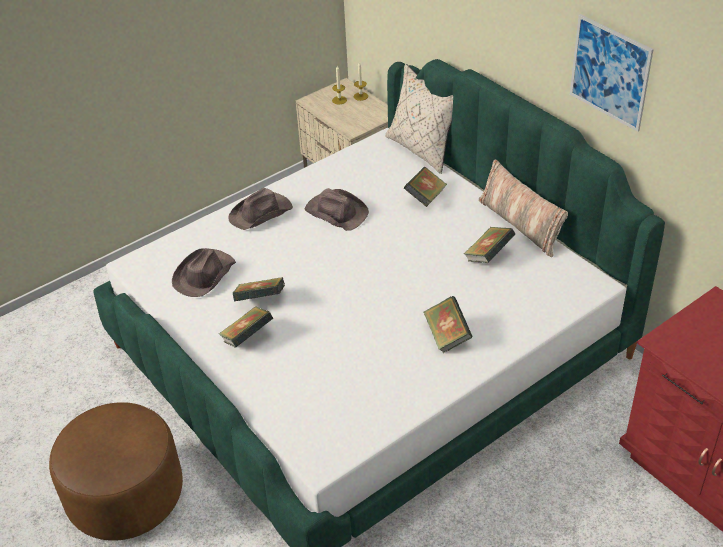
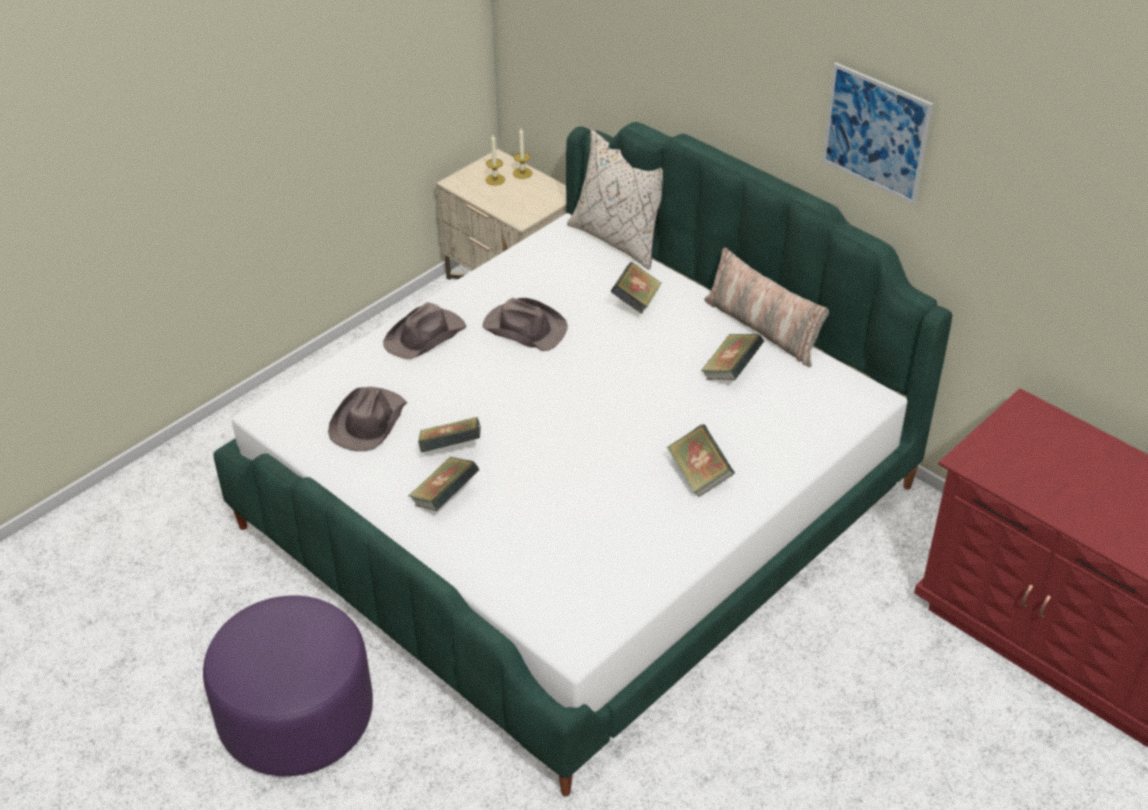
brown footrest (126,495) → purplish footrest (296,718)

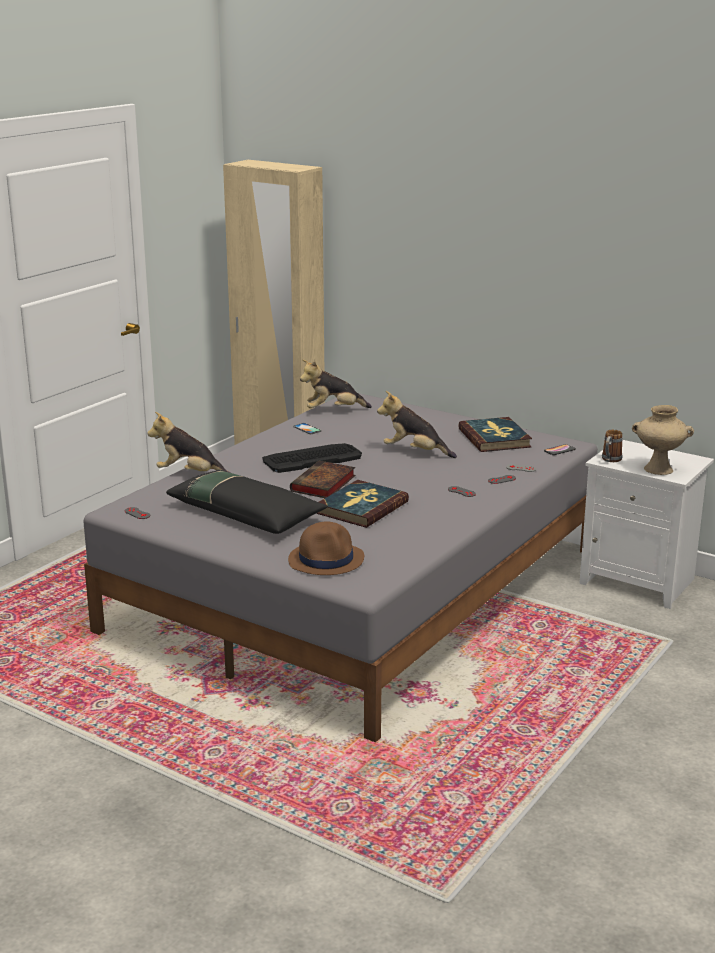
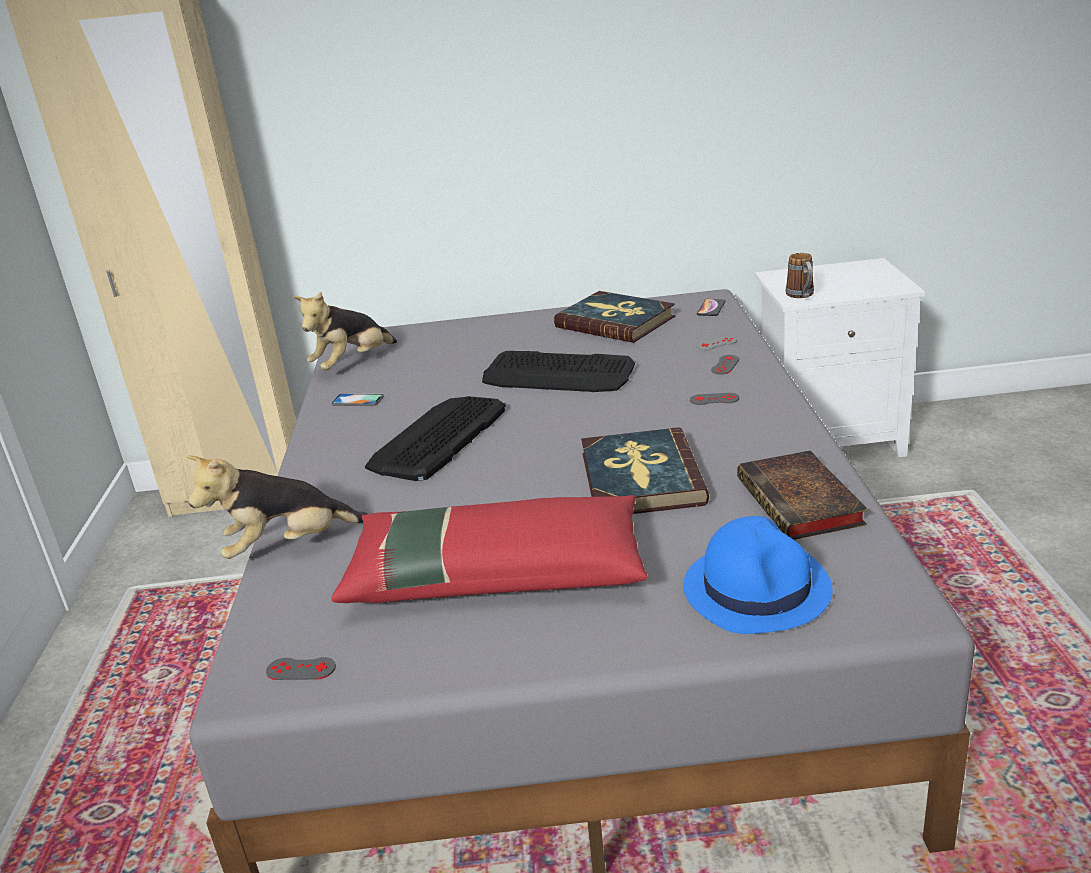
blackish pillow (246,514) → red-coloured pillow (496,571)
plush toy (415,452) → keyboard (558,374)
brown wearable hat (326,559) → blue-coloured wearable hat (757,588)
bound book (323,485) → bound book (802,503), move
sand-coloured decorative vase (657,470) → -

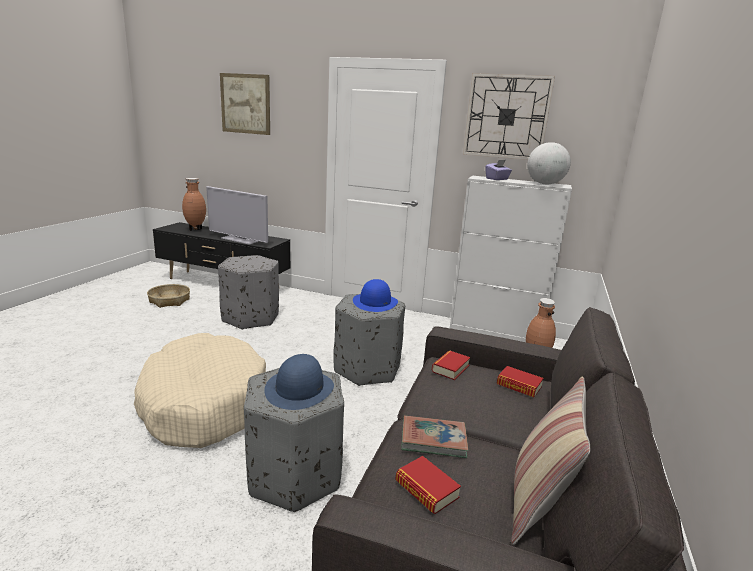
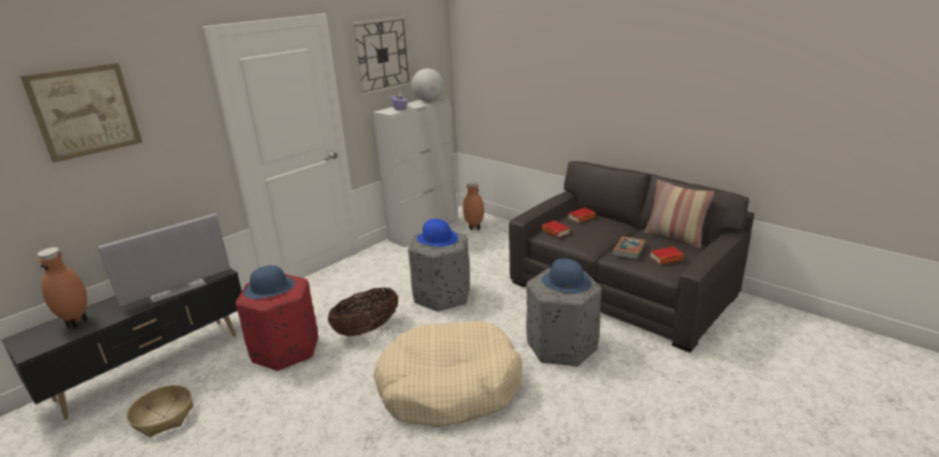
grey footrest (251,318) → red-coloured footrest (286,349)
- → blue-coloured wearable hat (269,288)
- → household basket (367,329)

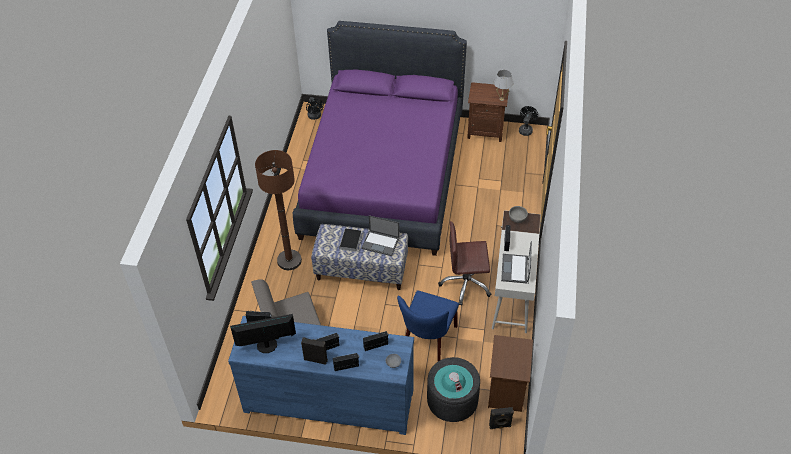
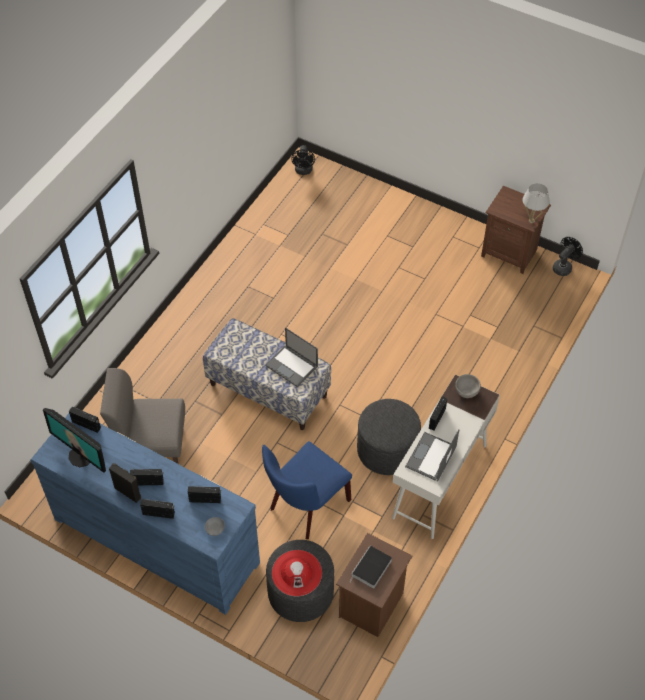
monitor (267,345) → monitor (81,456), 150 degrees counterclockwise
turquoise wearable hat (453,382) → red-coloured wearable hat (297,573)
bound book (350,242) → bound book (371,569), move
brown computer chair (466,284) → grey footrest (387,450)
brown standard lamp (289,260) → -
purplish bed (383,176) → -
blackish audio speaker (500,426) → -

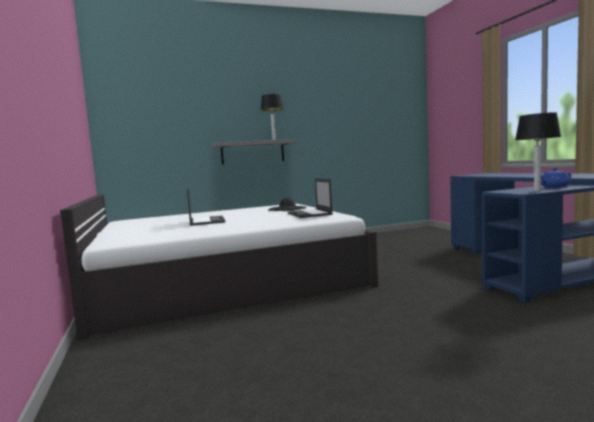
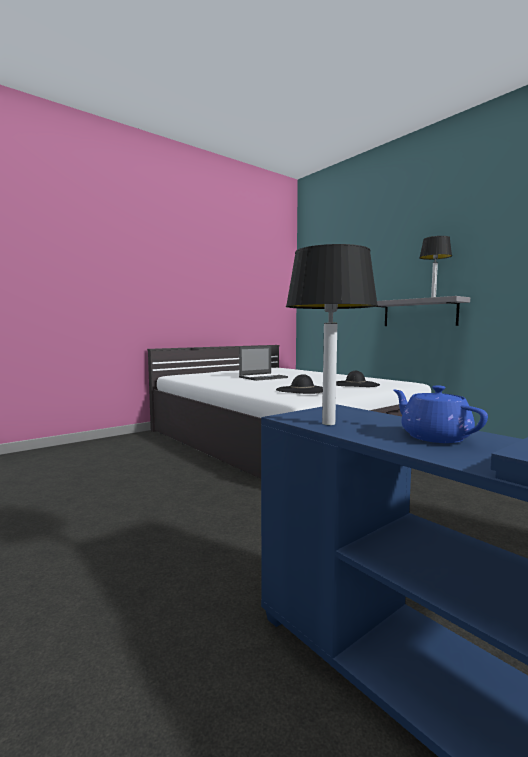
notebook computer (309,214) → blackish wearable hat (302,390)

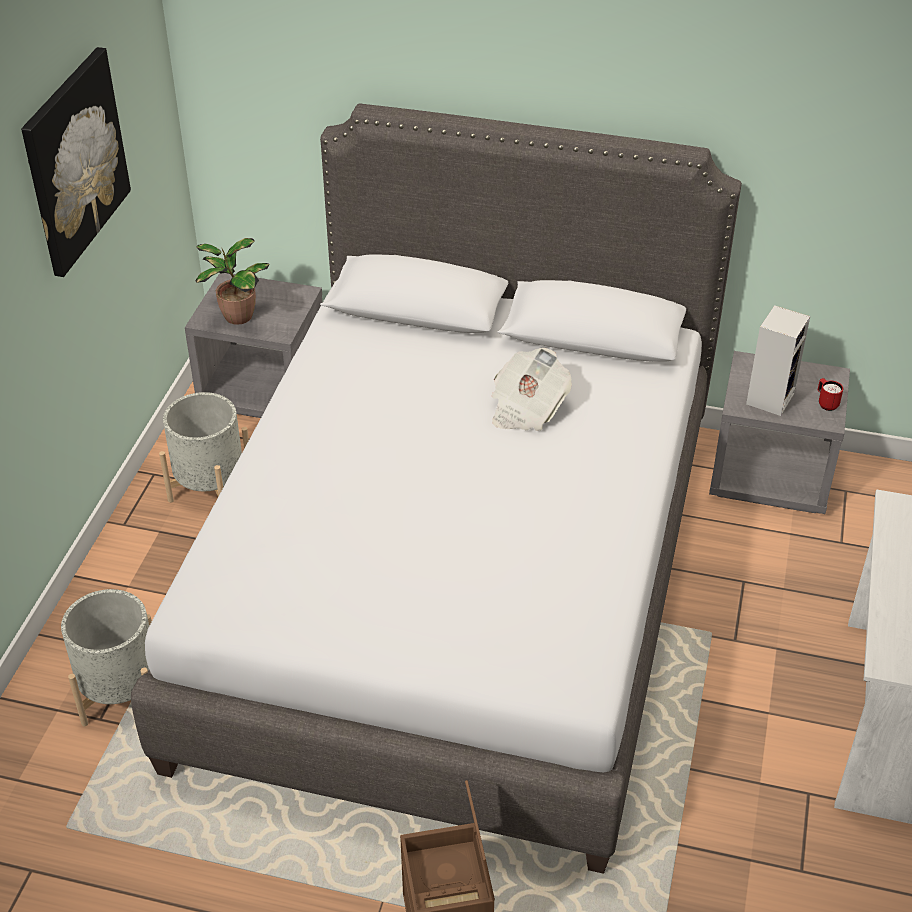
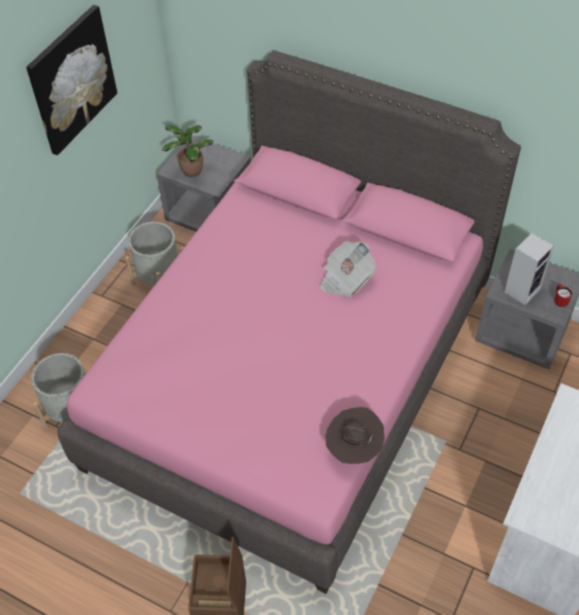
grey bed (455,584) → pink-coloured bed (291,375)
- → brown wearable hat (353,448)

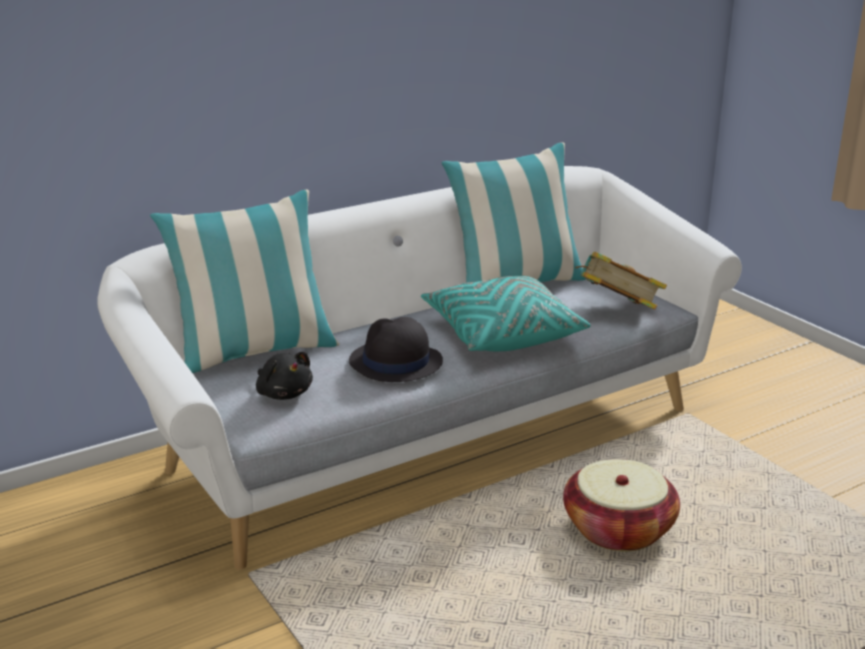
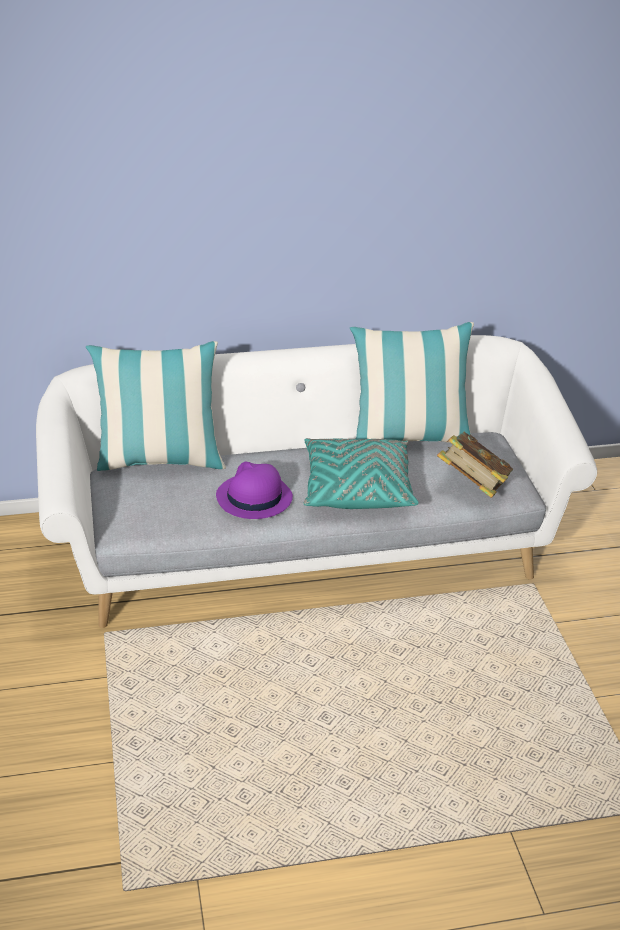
blackish wearable hat (395,363) → purplish wearable hat (253,497)
blackish plush toy (284,393) → -
household basket (618,529) → -

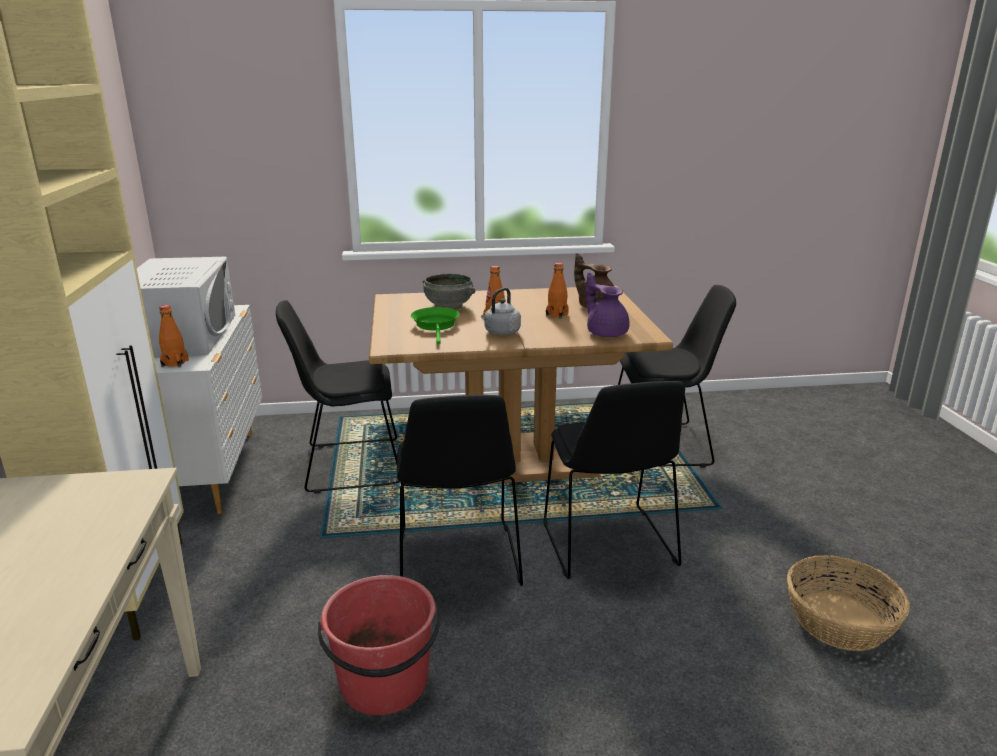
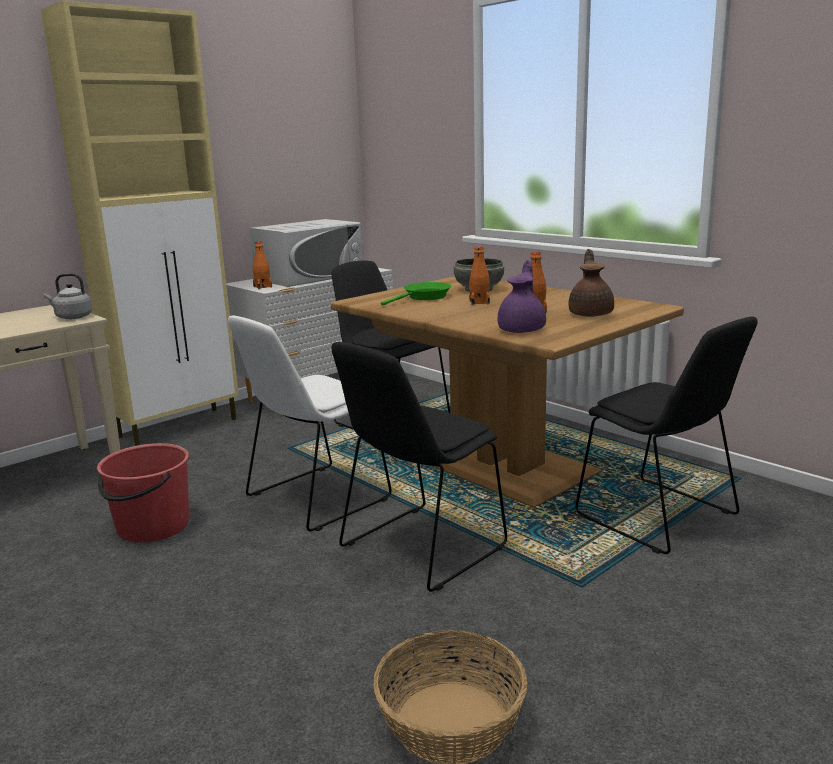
grey kettle (501,333) → grey kettle (72,317), move
blackish upright chair (458,562) → whitish upright chair (314,499)

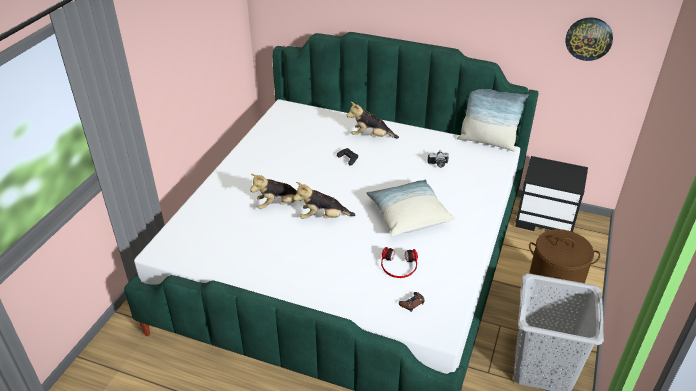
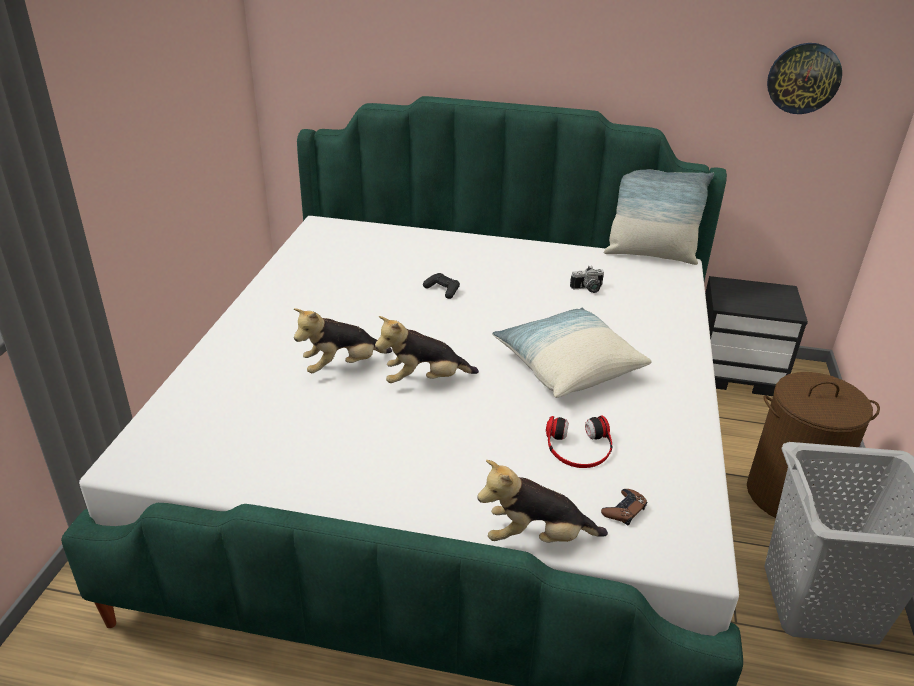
plush toy (371,137) → plush toy (537,537), move

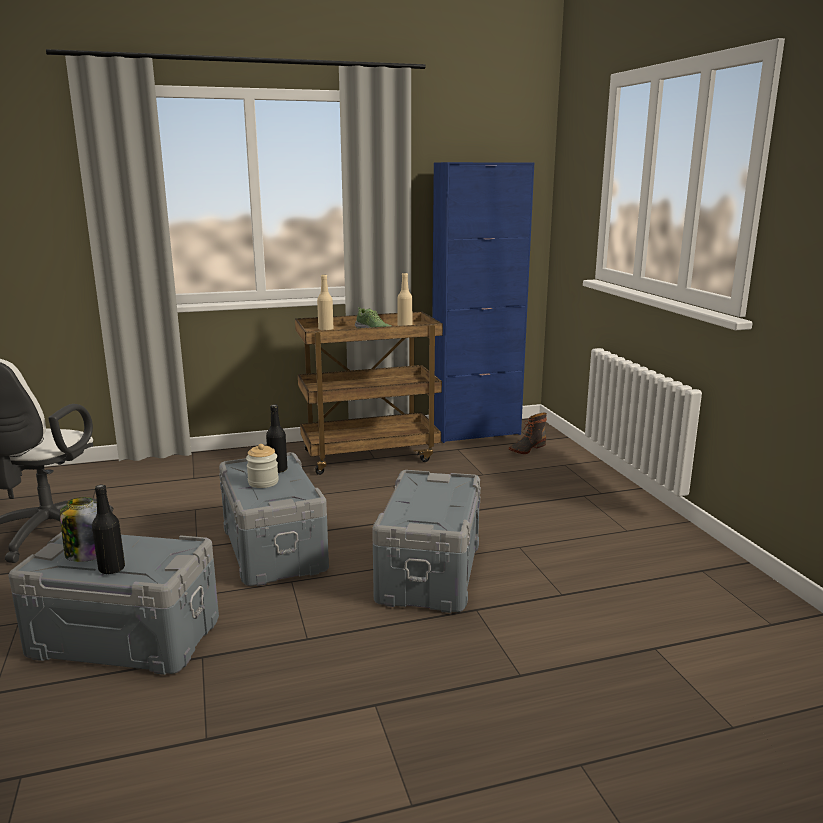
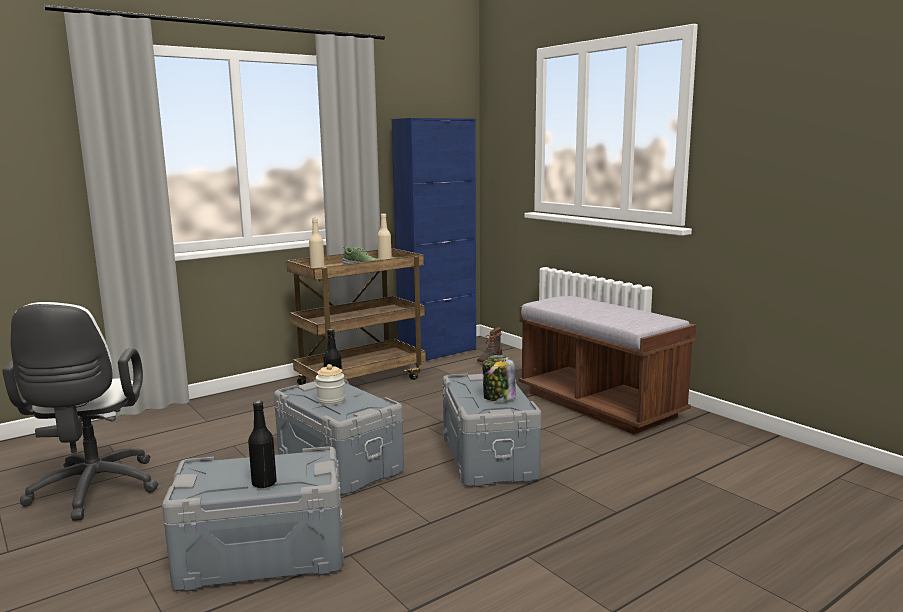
storage jar (86,554) → storage jar (498,398), move
- → brown long seat (599,404)

